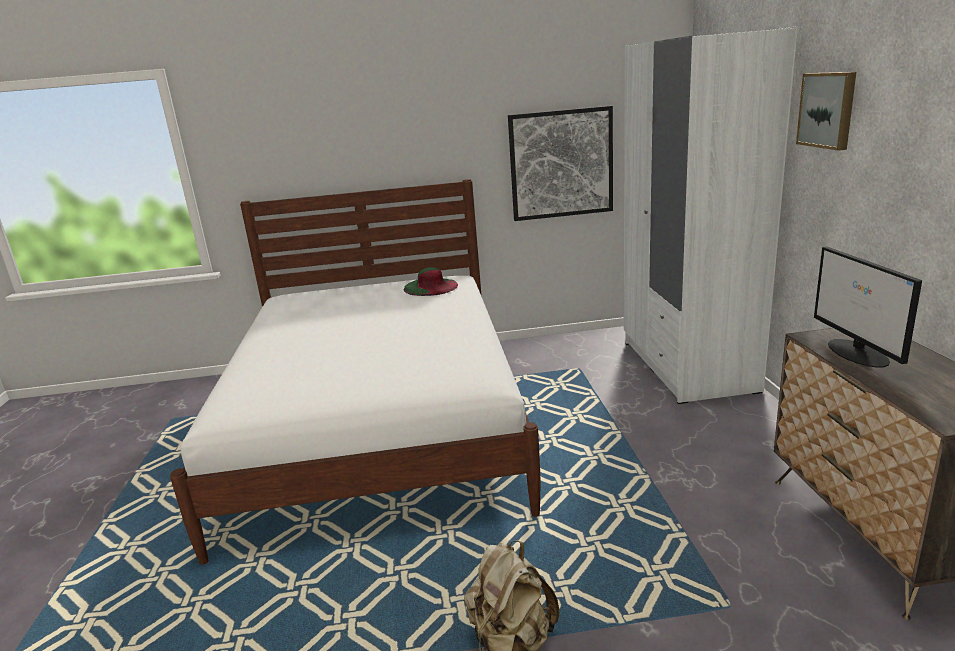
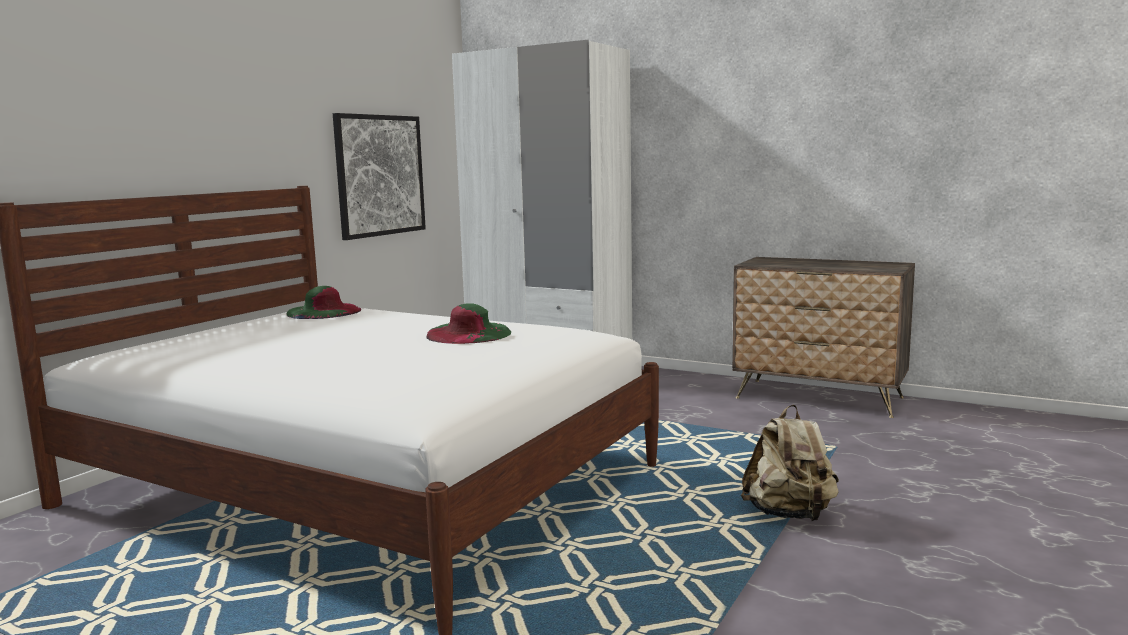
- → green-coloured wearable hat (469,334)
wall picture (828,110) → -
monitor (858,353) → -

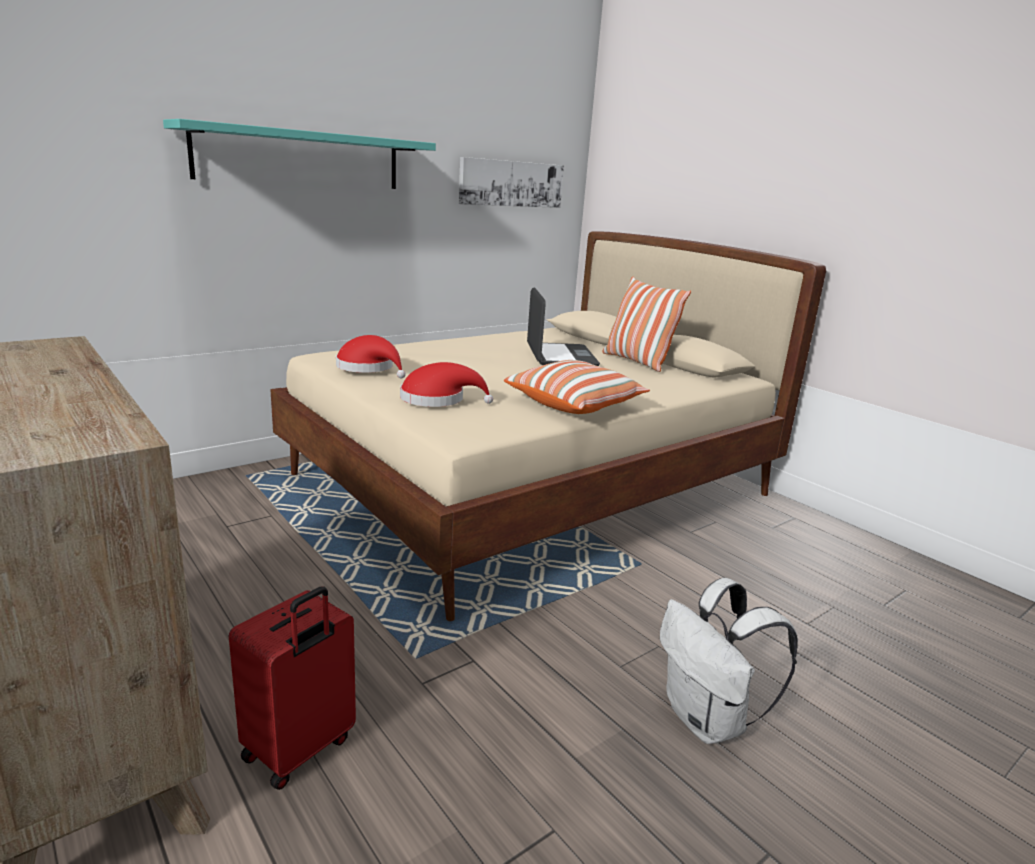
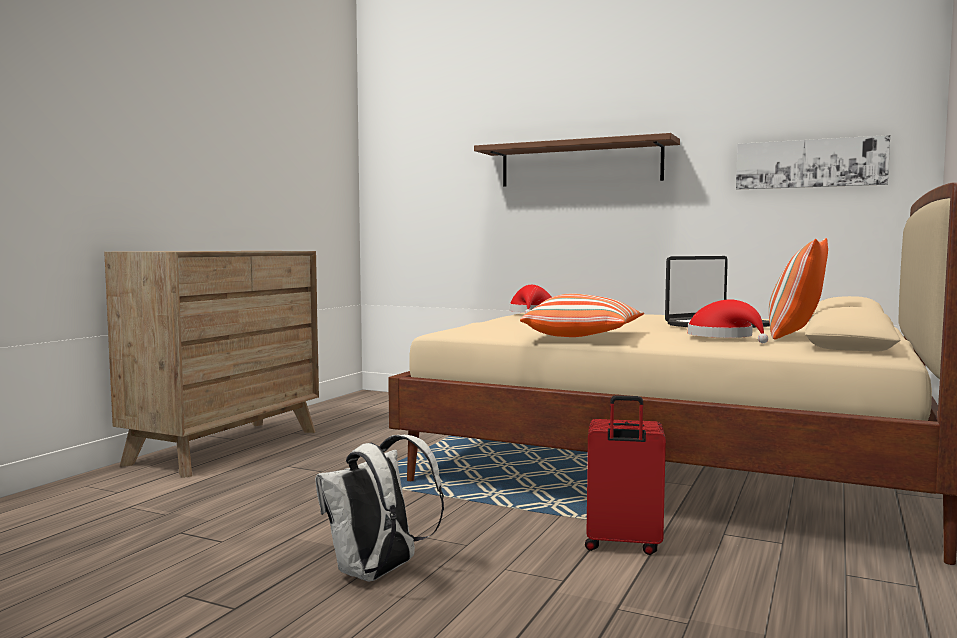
turquoise wall shelf (300,158) → brown wall shelf (580,164)
red-coloured piece of luggage (300,750) → red-coloured piece of luggage (622,545), move
red-coloured wearable hat (438,399) → red-coloured wearable hat (724,337), move

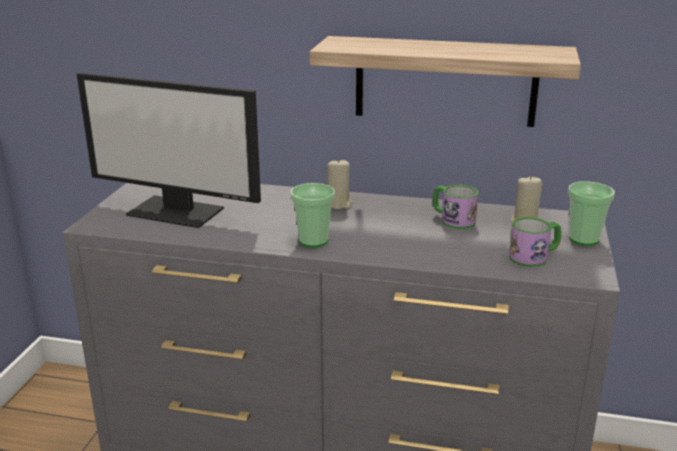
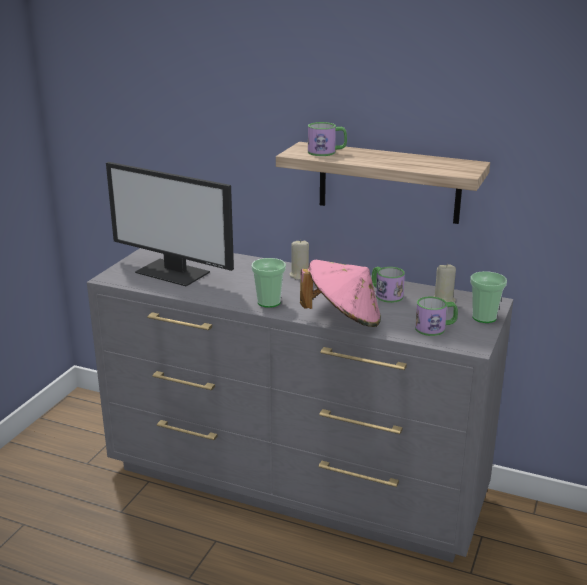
- → pink-coloured wearable hat (343,319)
- → coffee mug (327,152)

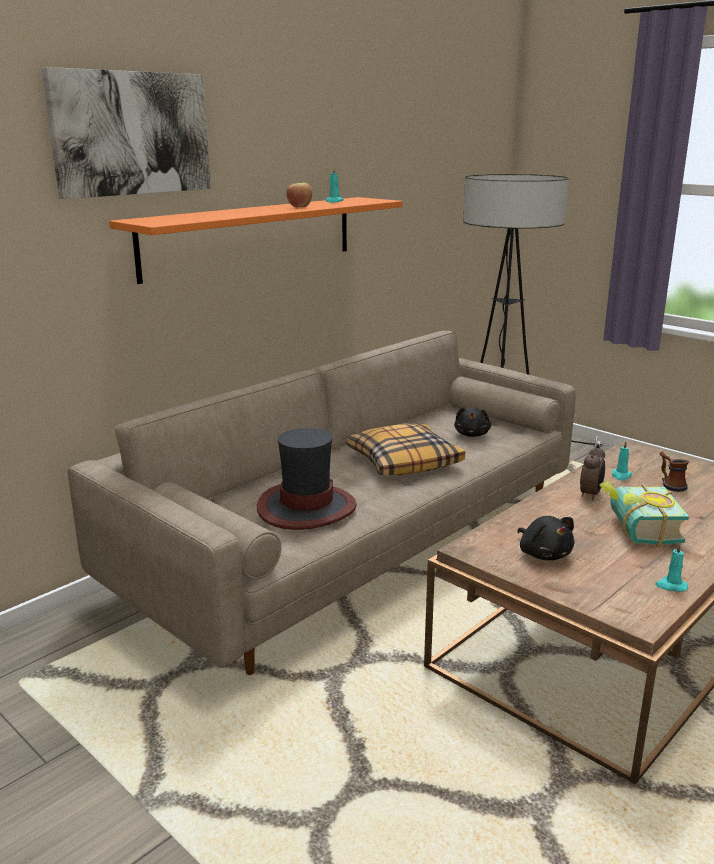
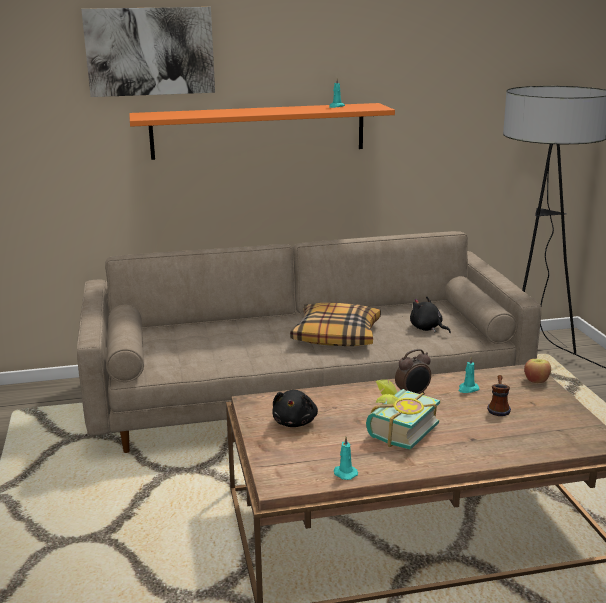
blackish plush toy (472,434) → blackish plush toy (427,328), 90 degrees clockwise
apple (299,207) → apple (536,380), move
wearable hat (306,508) → -

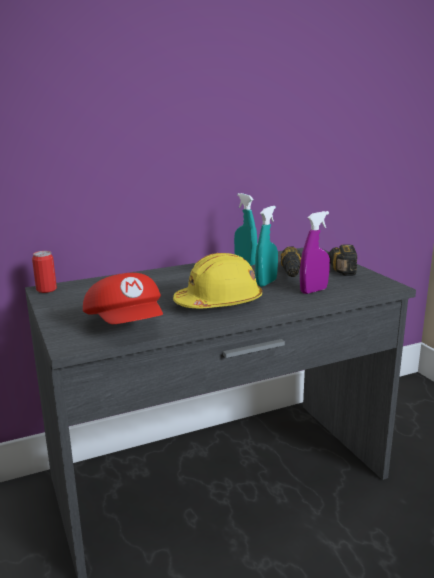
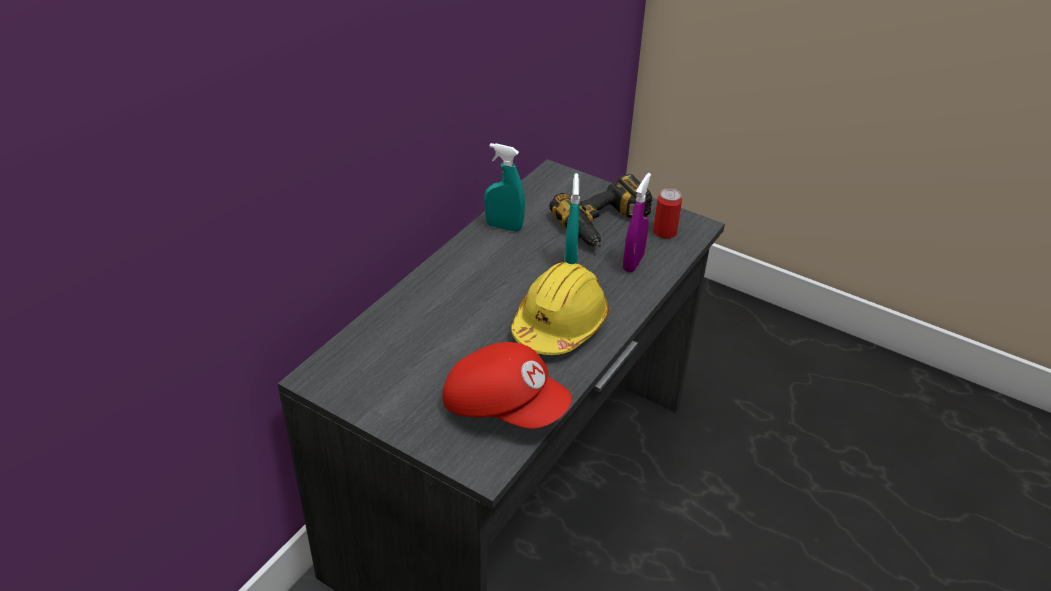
sealed can (46,289) → sealed can (664,232), move

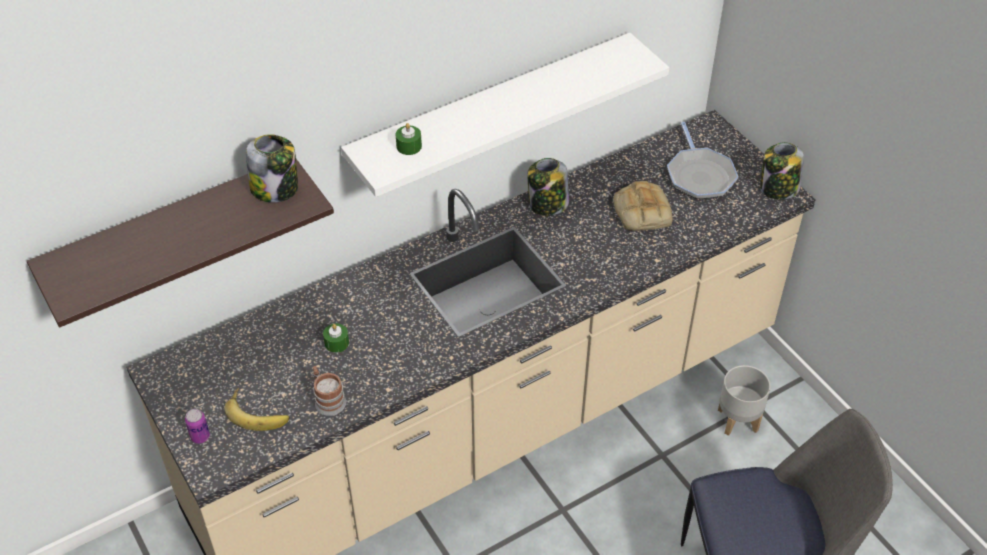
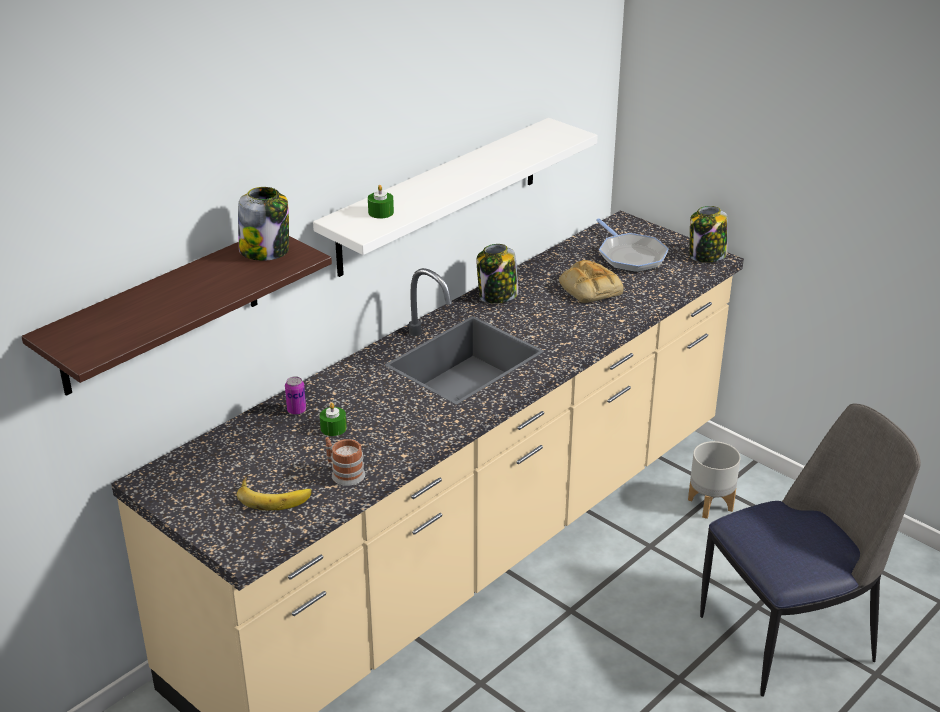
sealed can (200,436) → sealed can (296,410), move

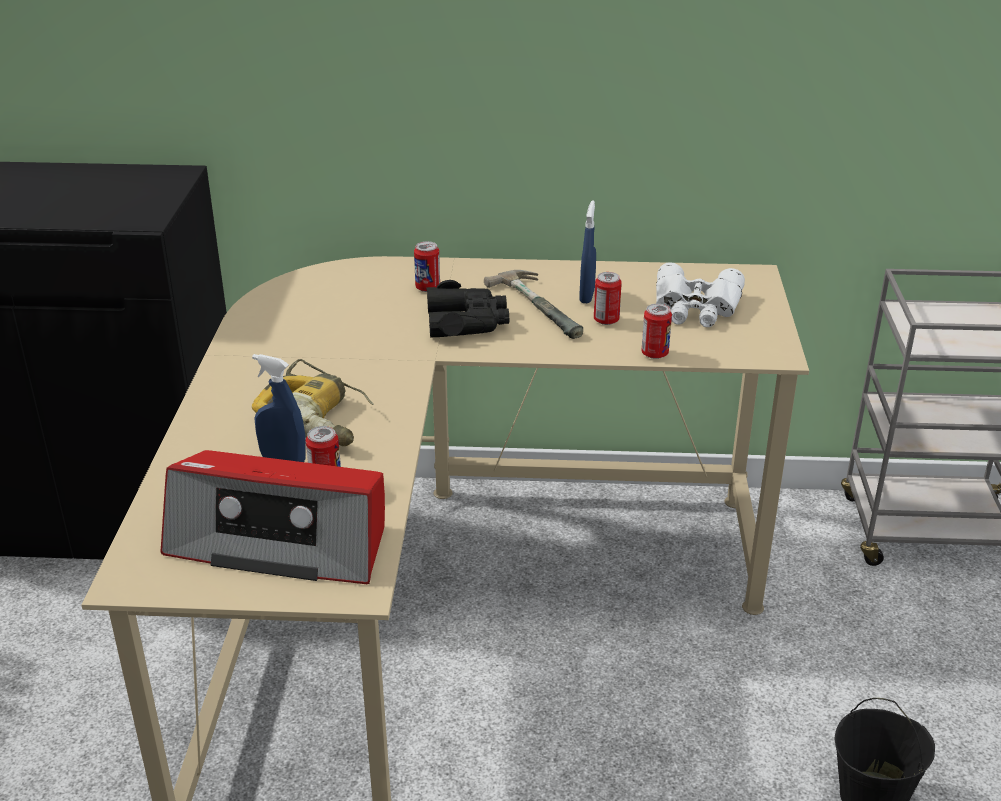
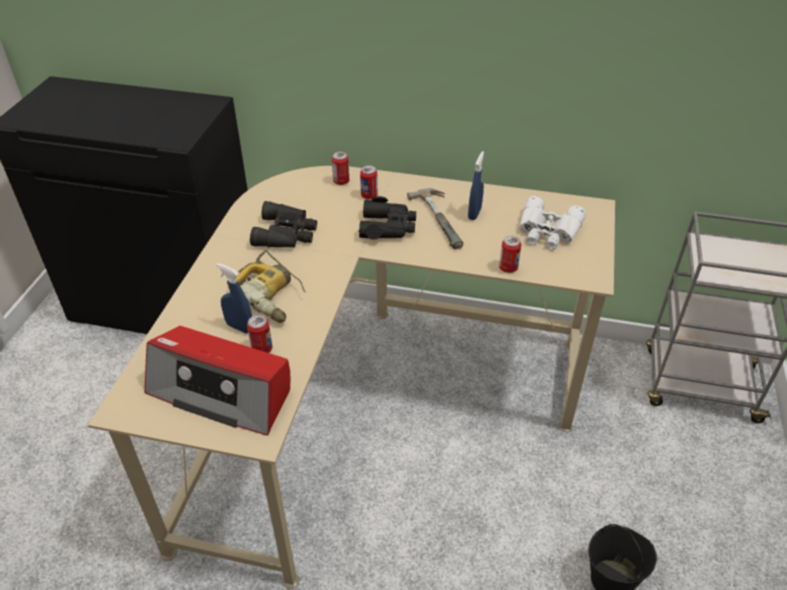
- → blackish field glasses (287,233)
sealed can (606,320) → sealed can (341,181), move

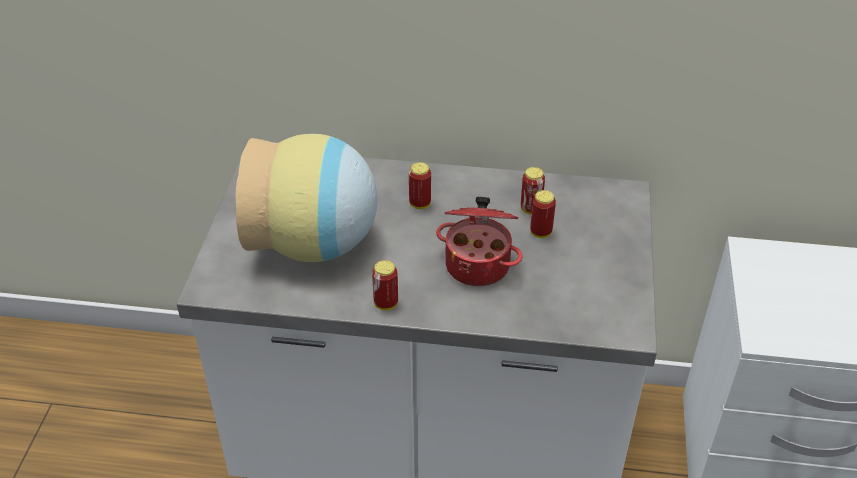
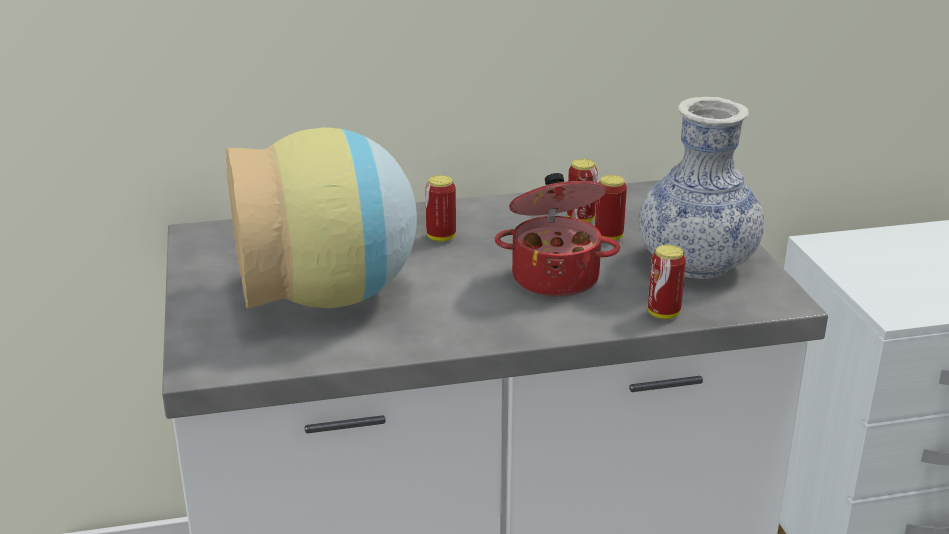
- → decorative vase (696,263)
sealed can (386,304) → sealed can (663,313), move

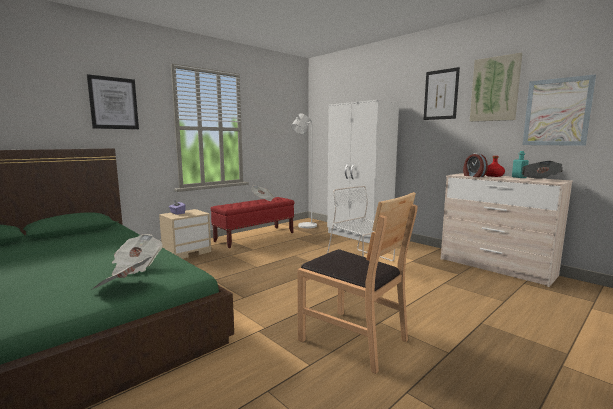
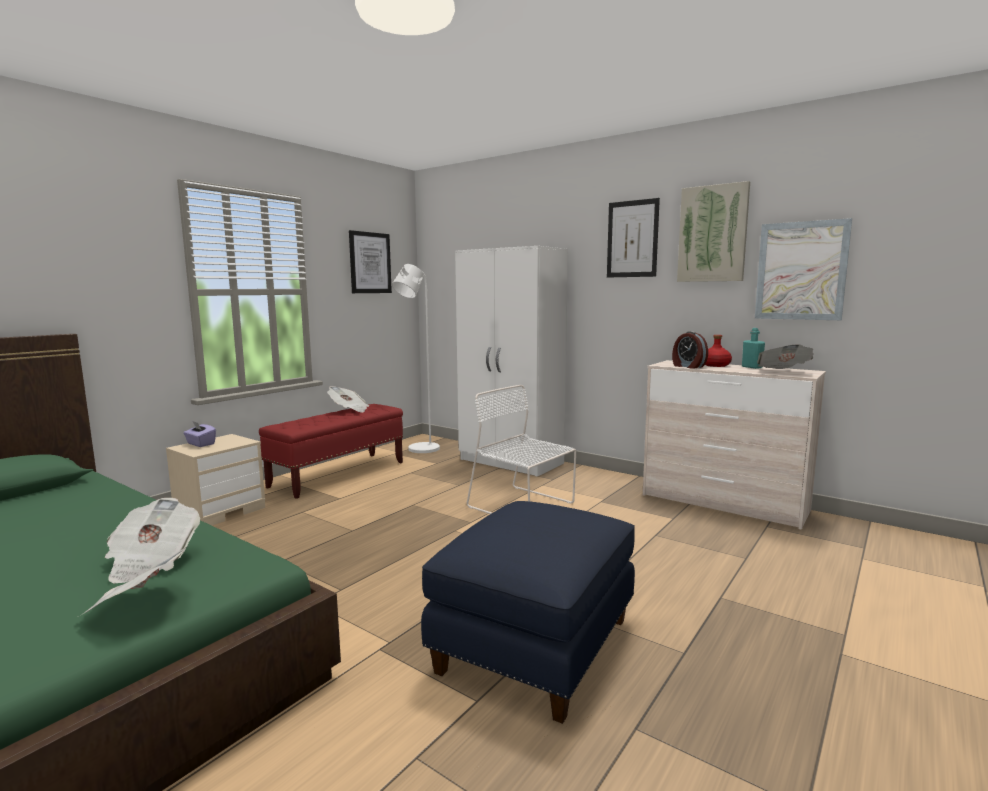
wall picture (113,103) → wall picture (370,263), move
brown upright chair (353,339) → blue-coloured footrest (537,646)

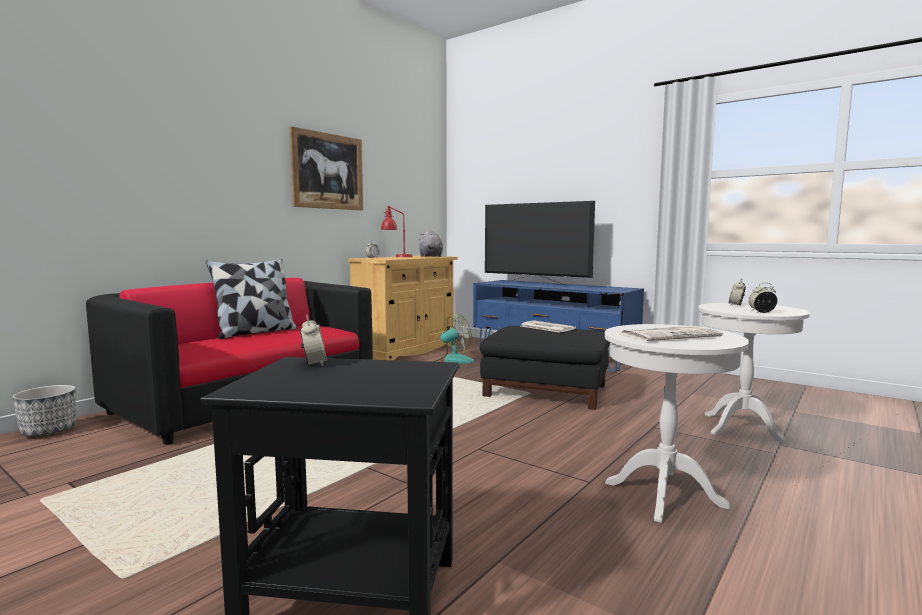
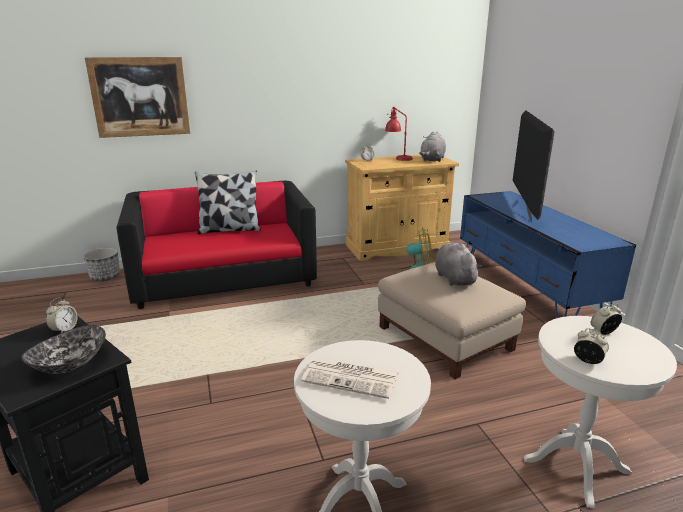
- → bowl (69,364)
wall picture (327,171) → wall picture (140,97), move
blackish footrest (546,391) → sand-coloured footrest (445,338)
daily paper (546,327) → grey plush toy (454,278)
TV set (535,284) → TV set (522,209), 150 degrees counterclockwise

